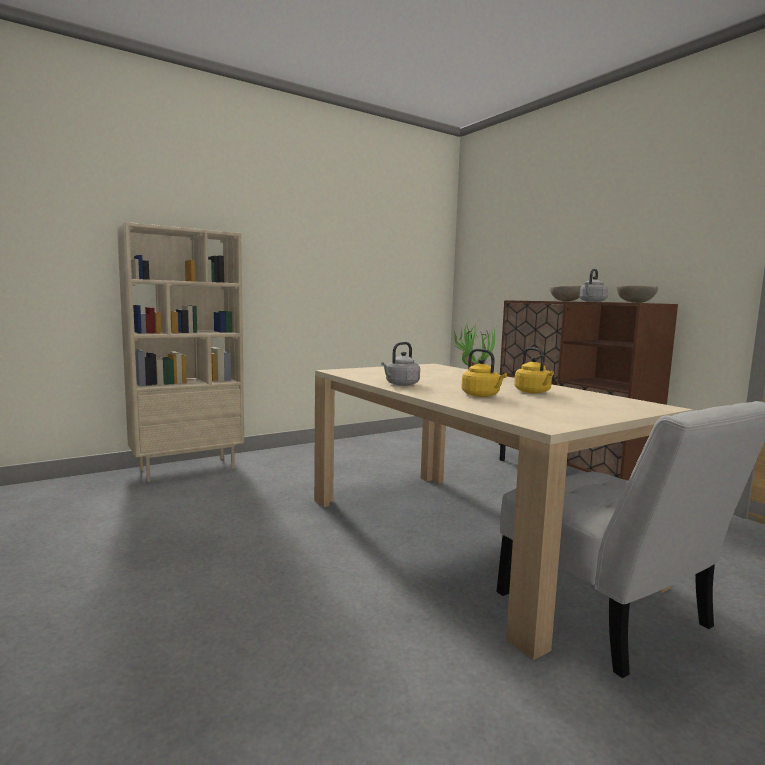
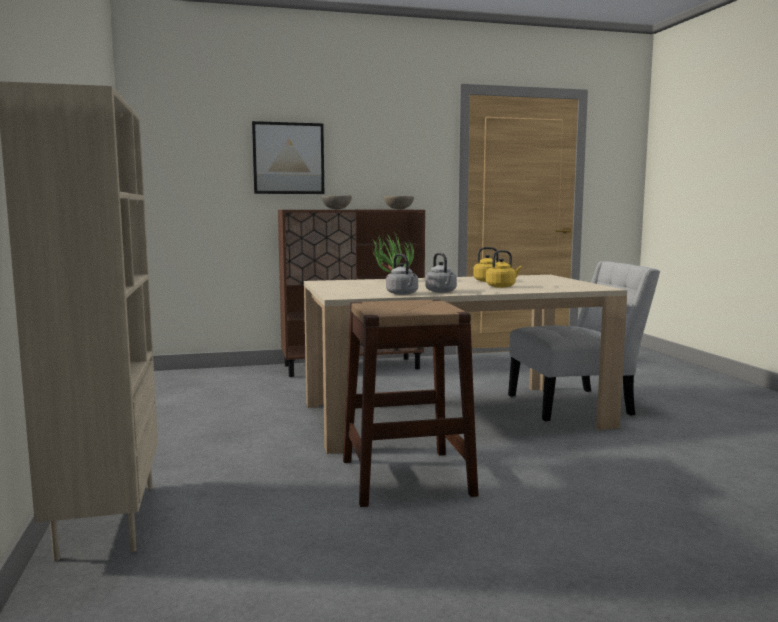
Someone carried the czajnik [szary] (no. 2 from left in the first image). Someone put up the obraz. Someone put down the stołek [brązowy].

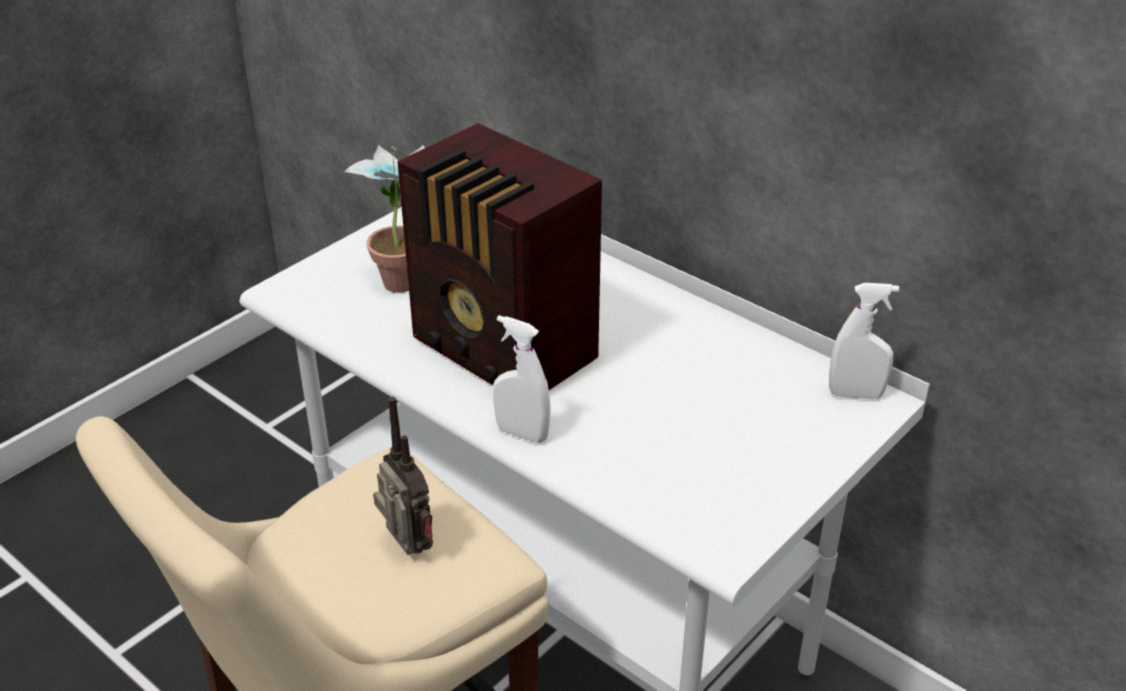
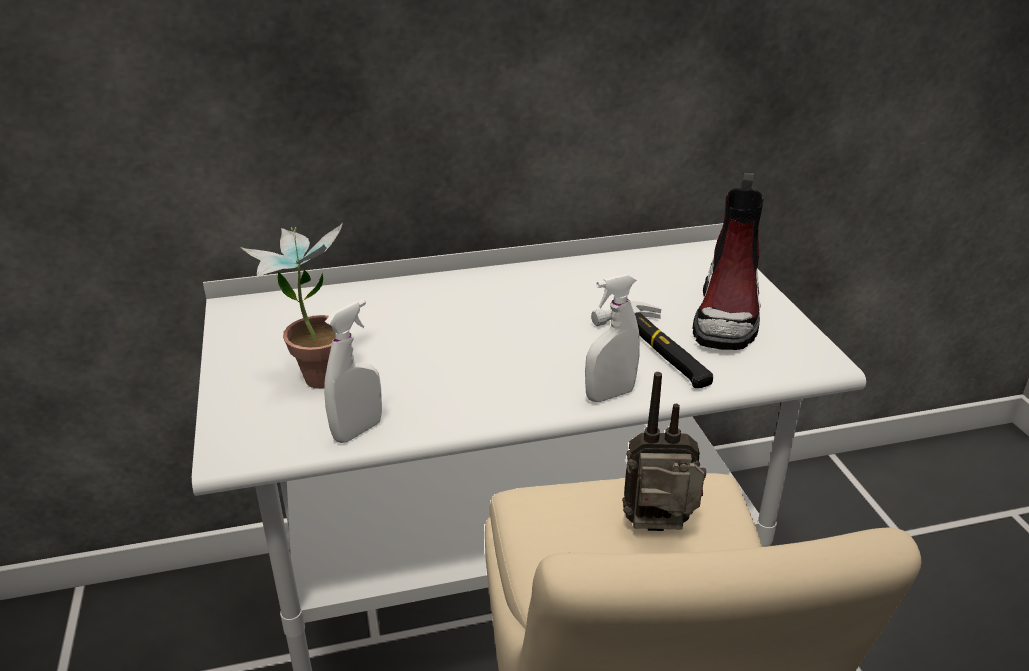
Someone took away the radio (no. 2 from left). Someone carried the spryskiwacz [biały] (no. 2 from left in the first image). Someone put down the młotek. Someone put down the but z cholewką.

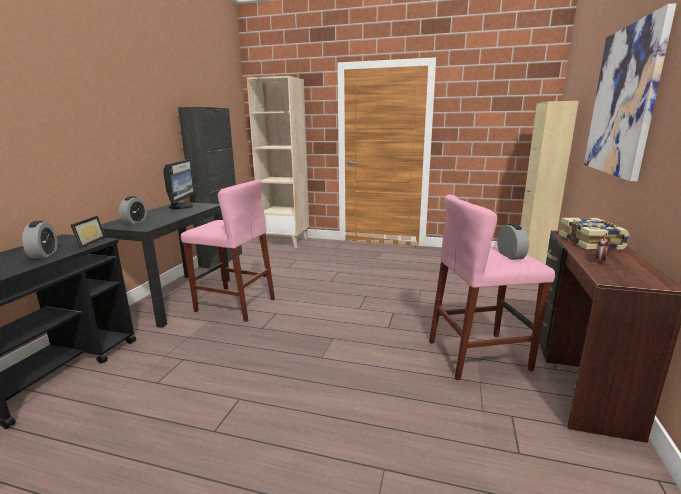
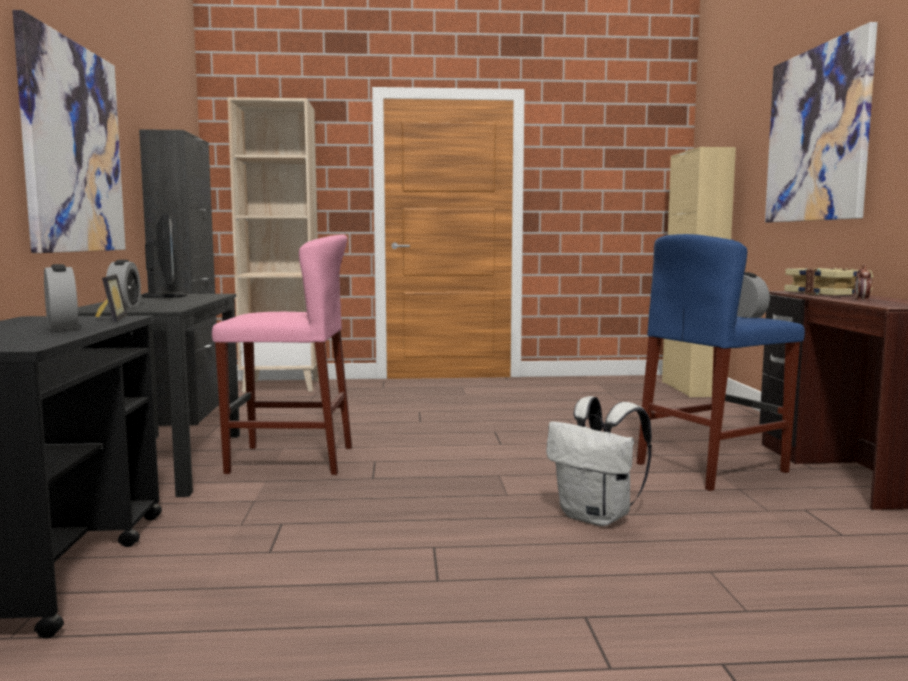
Someone repainted the stołek [różowy] (no. 2 from left), which became the stołek [niebieski]. Someone put up the obraz (no. 1 from left). Someone put down the plecak [biały].

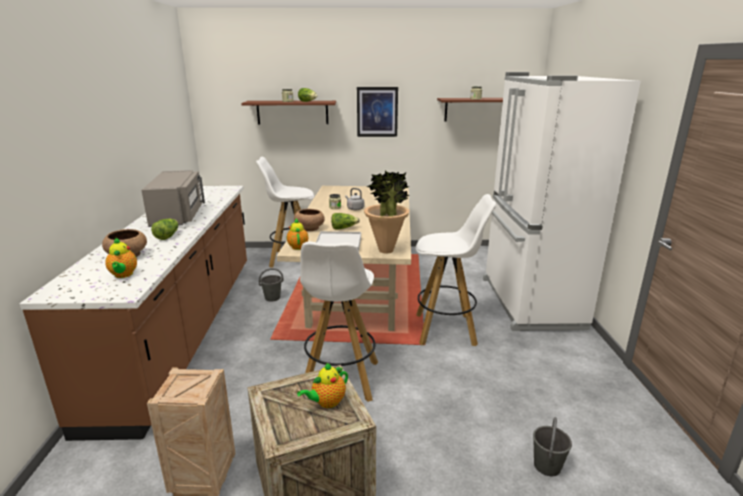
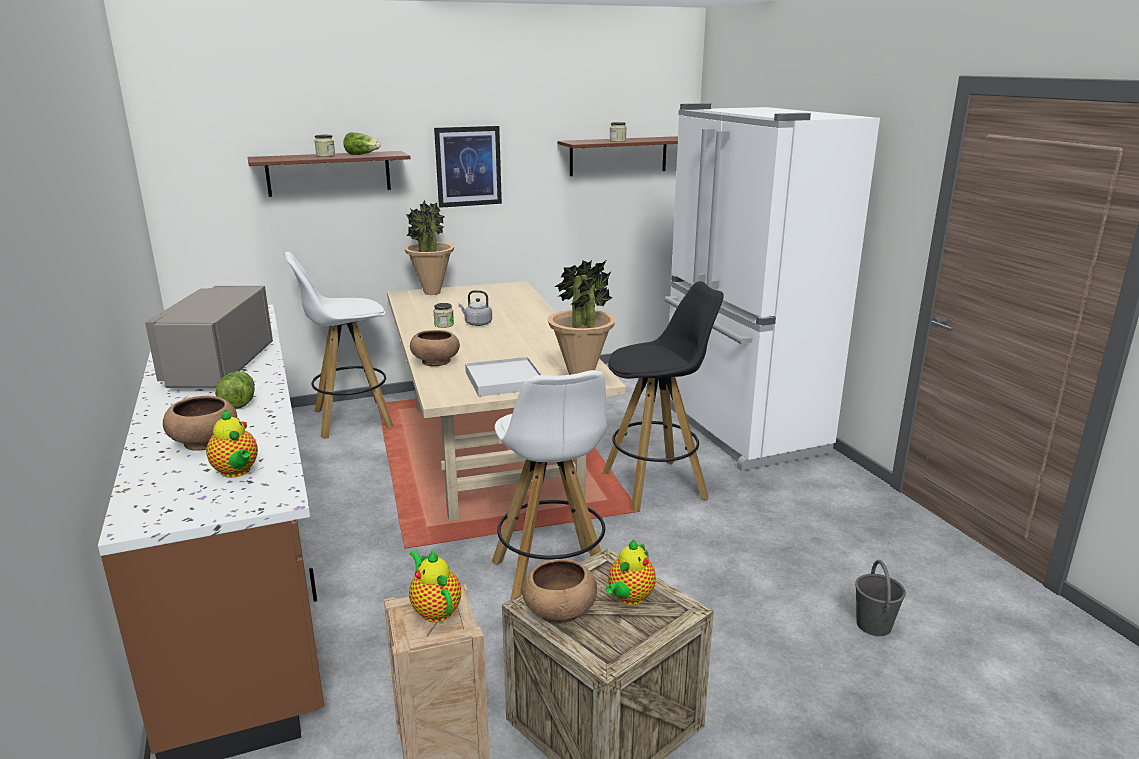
Someone rotated the mikrofalówka [szary] by 150 degrees counterclockwise. Someone took away the wiadro [szary] (no. 1 from left). Someone carried the imbryk (no. 2 from left). Someone took away the sałata (no. 3 from left). Someone repainted the stołek [biały] (no. 3 from left), which became the stołek [czarny]. Someone put down the roślina doniczkowa (no. 1 from left). Someone put down the miska [brązowy] (no. 3 from left).

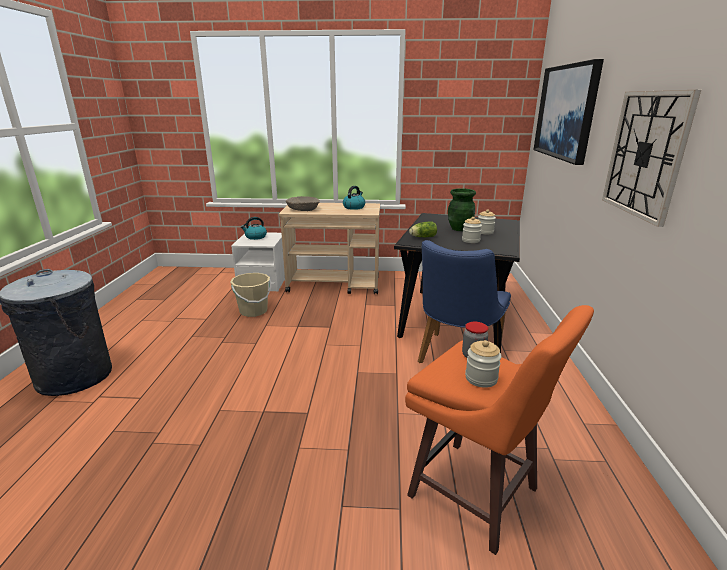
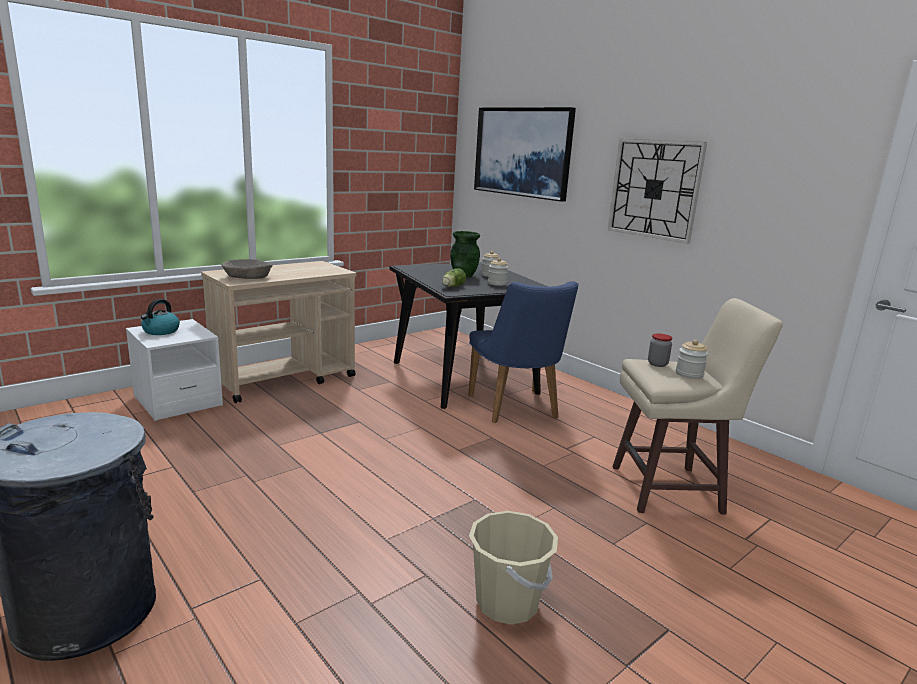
Someone carried the wiadro [beżowy]. Someone took away the czajnik (no. 2 from left). Someone repainted the stołek [pomarańczowy], which became the stołek [beżowy].

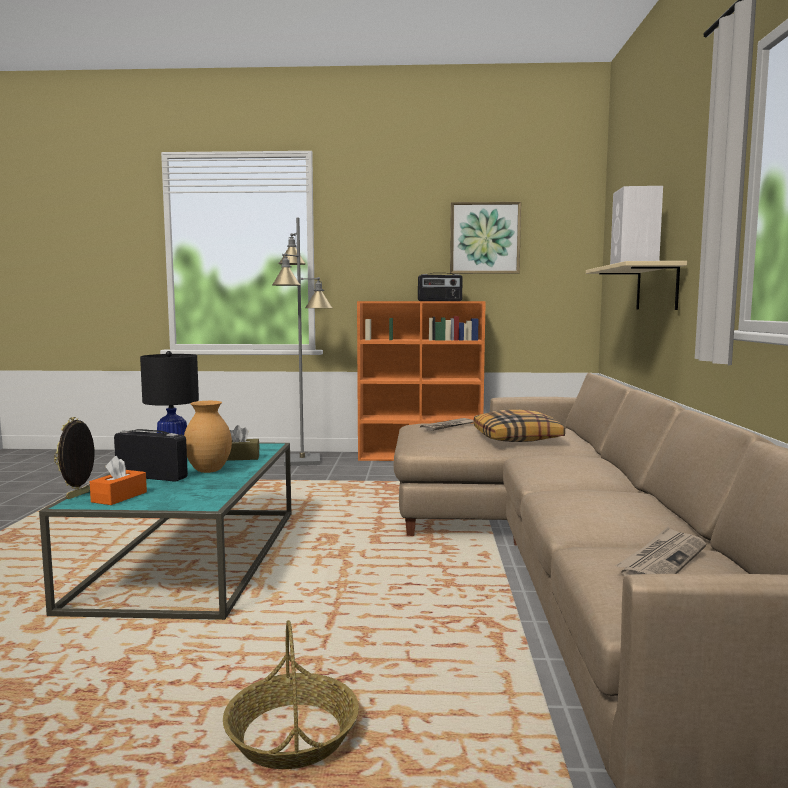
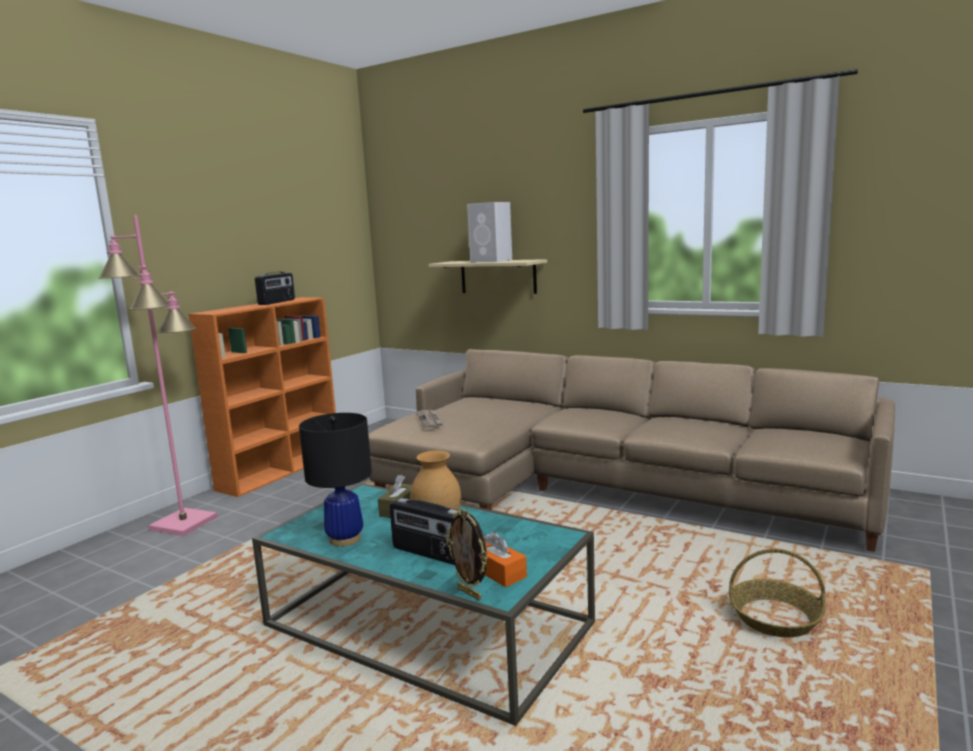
Someone rotated the radio (no. 1 from left in the first image) by 105 degrees counterclockwise. Someone repainted the lampa stojąca [szary], which became the lampa stojąca [różowy]. Someone took away the obraz. Someone took away the poduszka. Someone took away the gazeta (no. 2 from left).

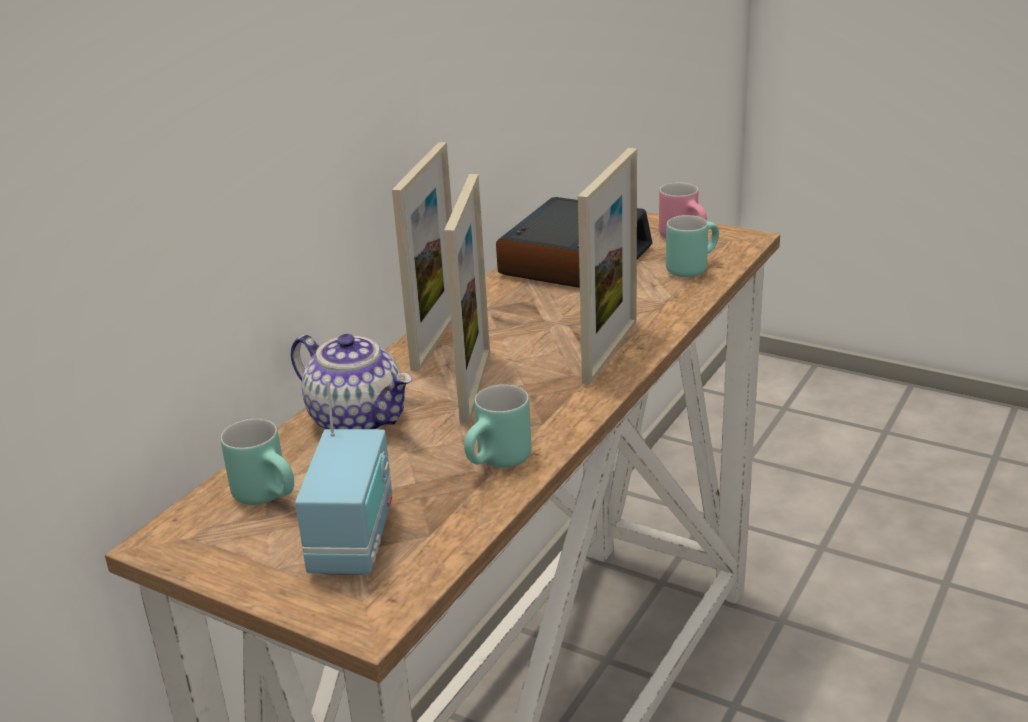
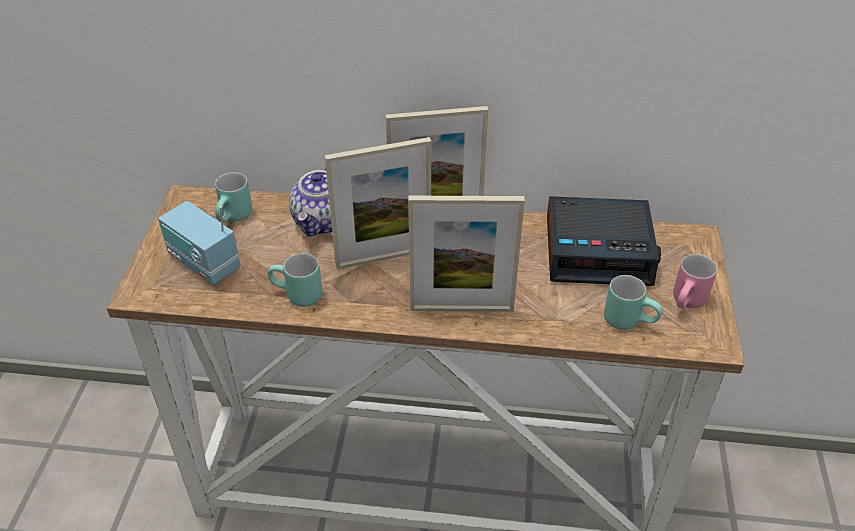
Someone rotated the radio by 60 degrees clockwise.

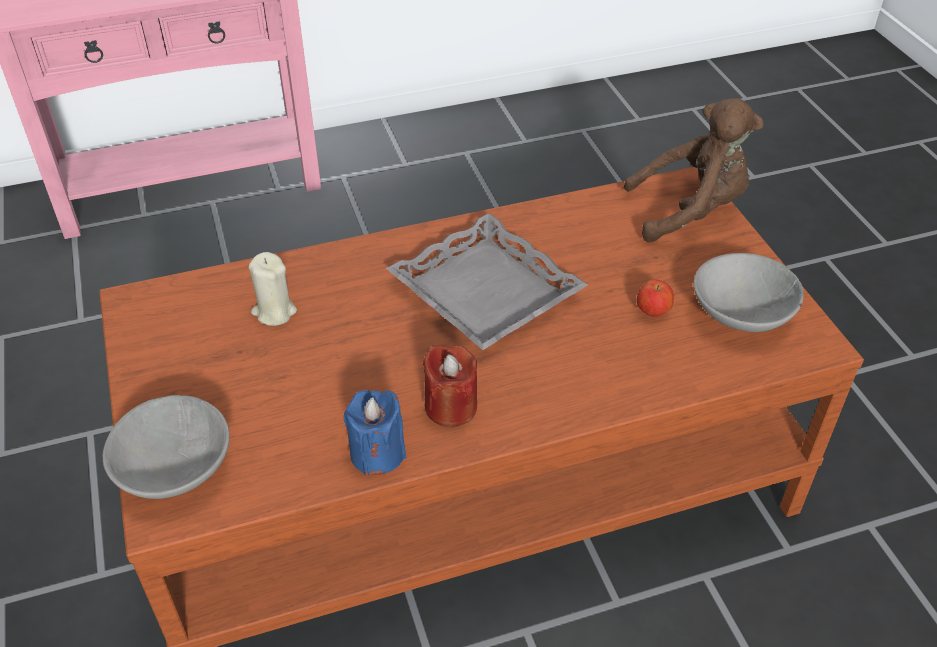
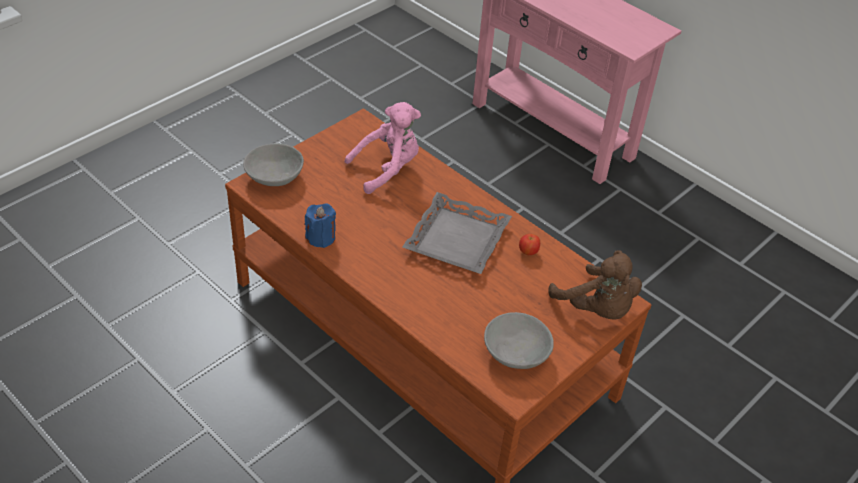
Someone swapped the świeca [beżowy] for the pluszak [różowy]. Someone took away the świeca [czerwony]. Someone carried the jabłko.

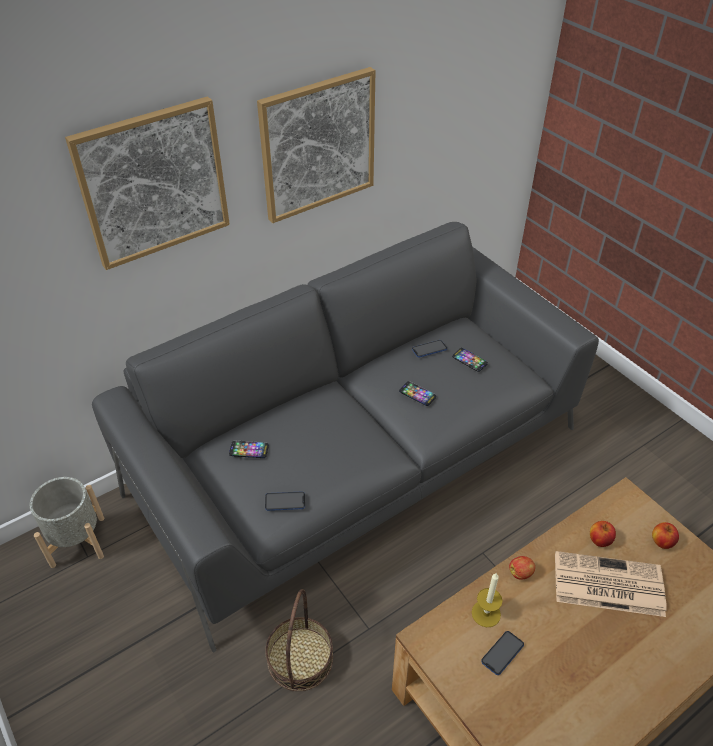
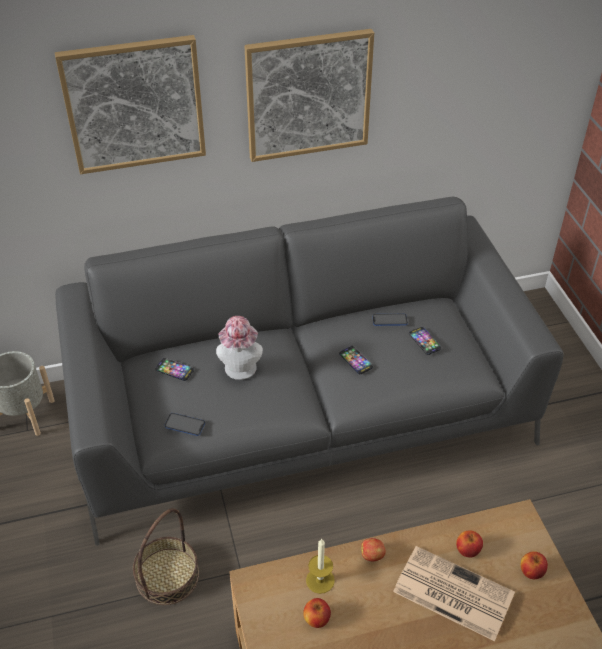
Someone swapped the telefon (no. 6 from left) for the jabłko (no. 1 from left). Someone put down the kapelusz.

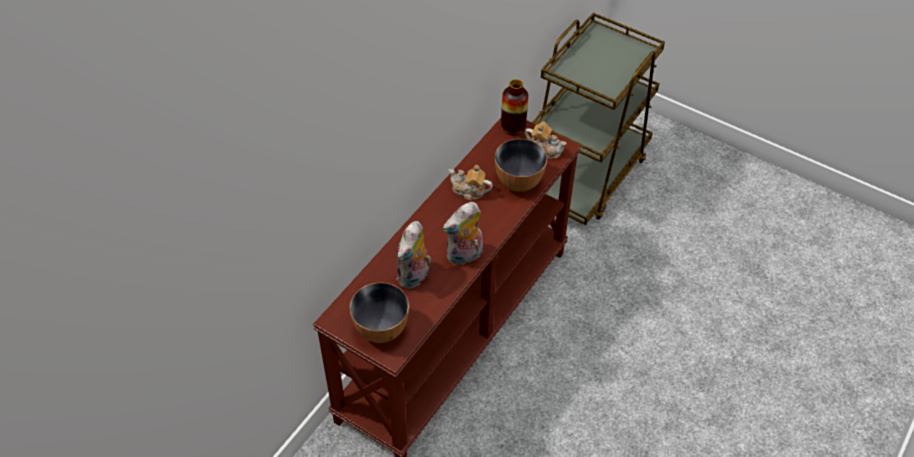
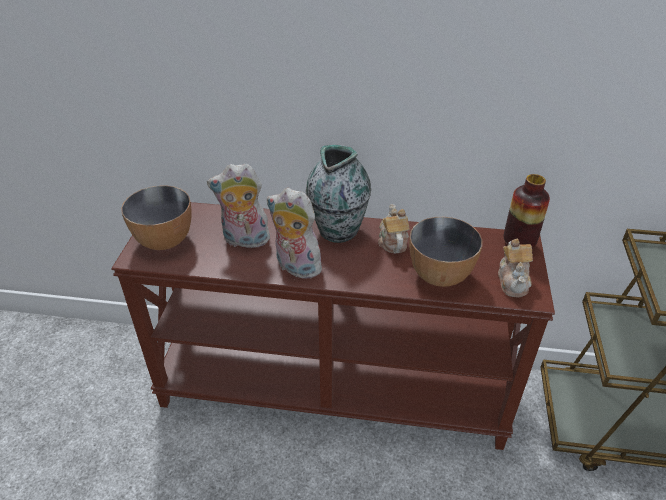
Someone put down the wazon (no. 1 from left).

